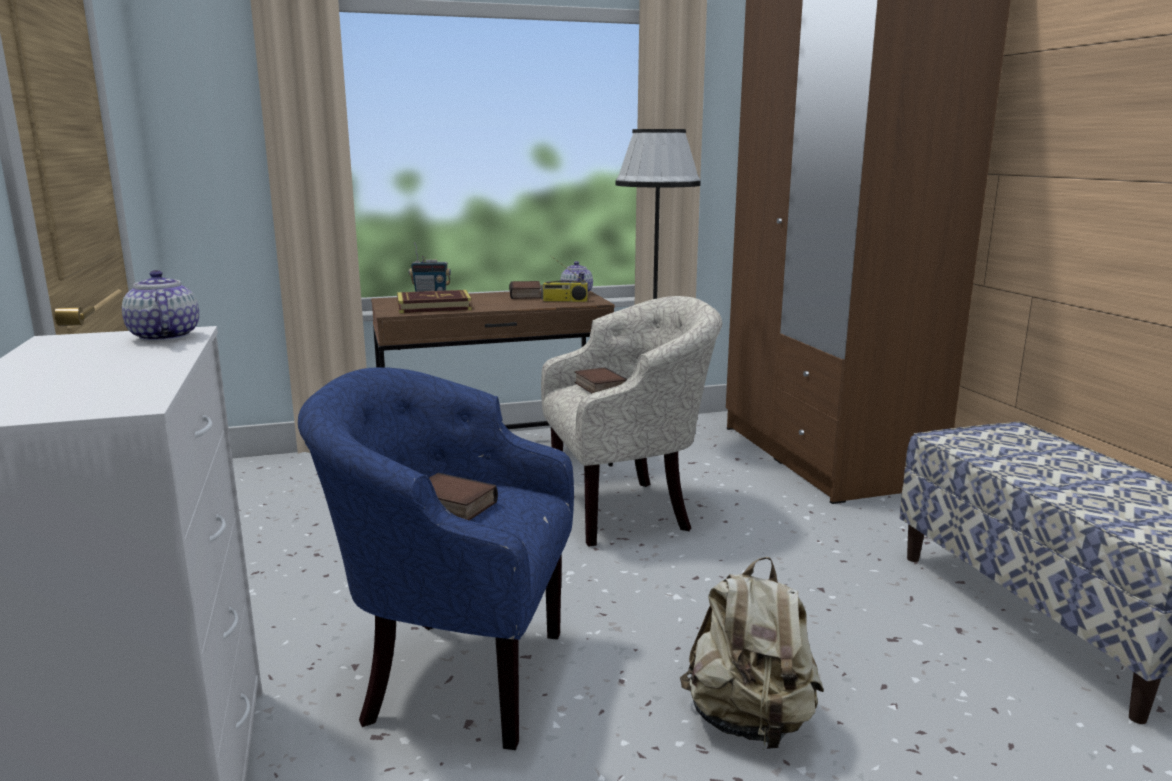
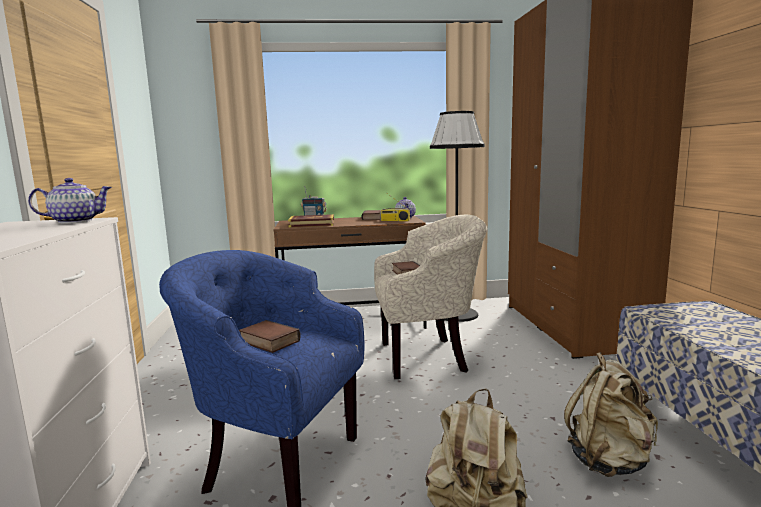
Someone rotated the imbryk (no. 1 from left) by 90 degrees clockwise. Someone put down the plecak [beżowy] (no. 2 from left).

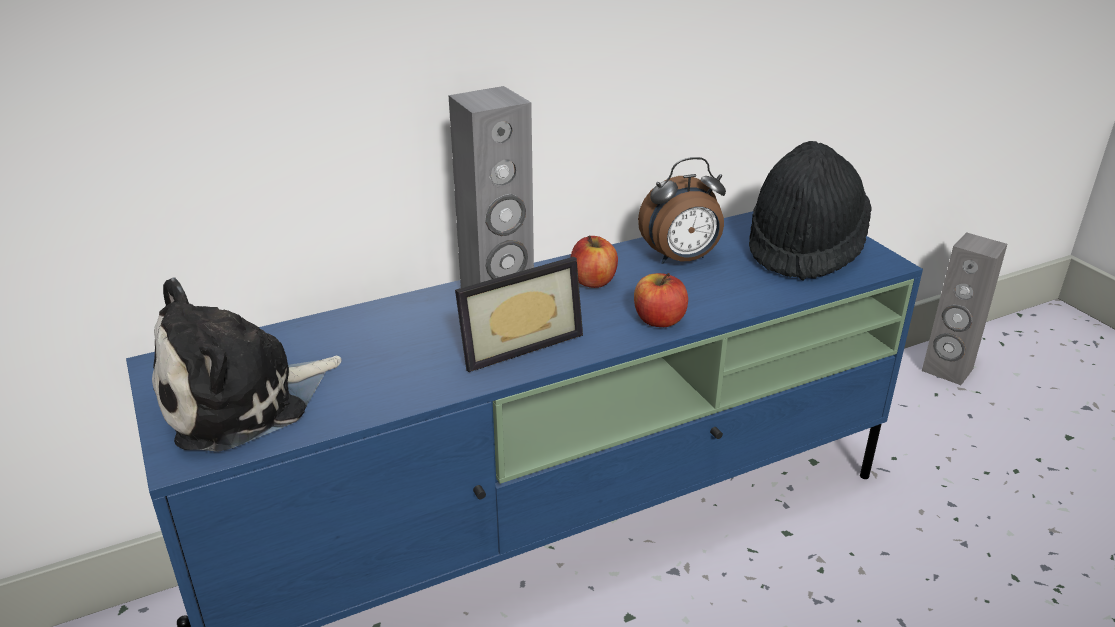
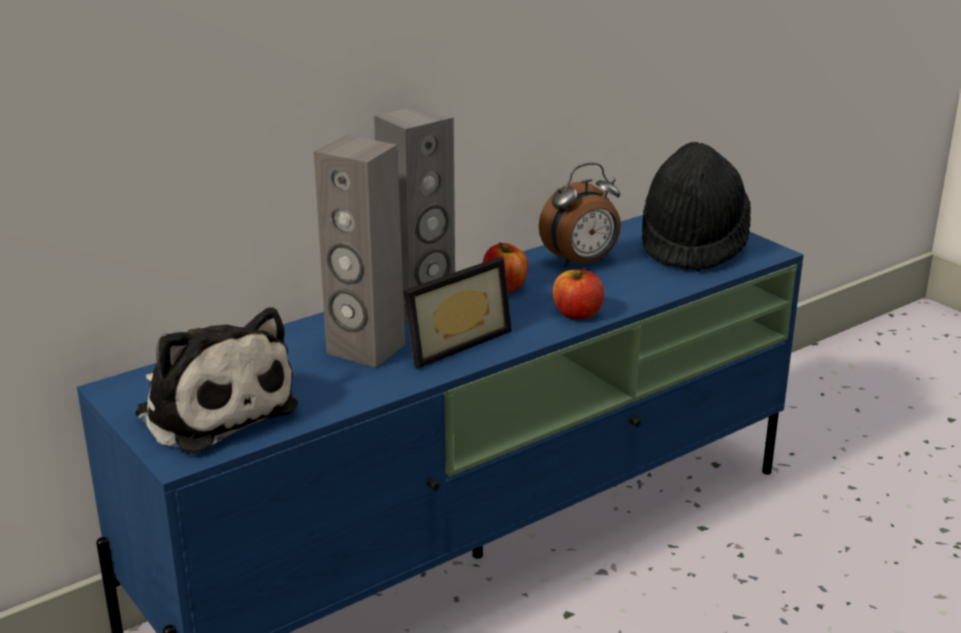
Someone rotated the pluszak by 90 degrees counterclockwise. Someone carried the głośnik [szary] (no. 2 from left in the first image).

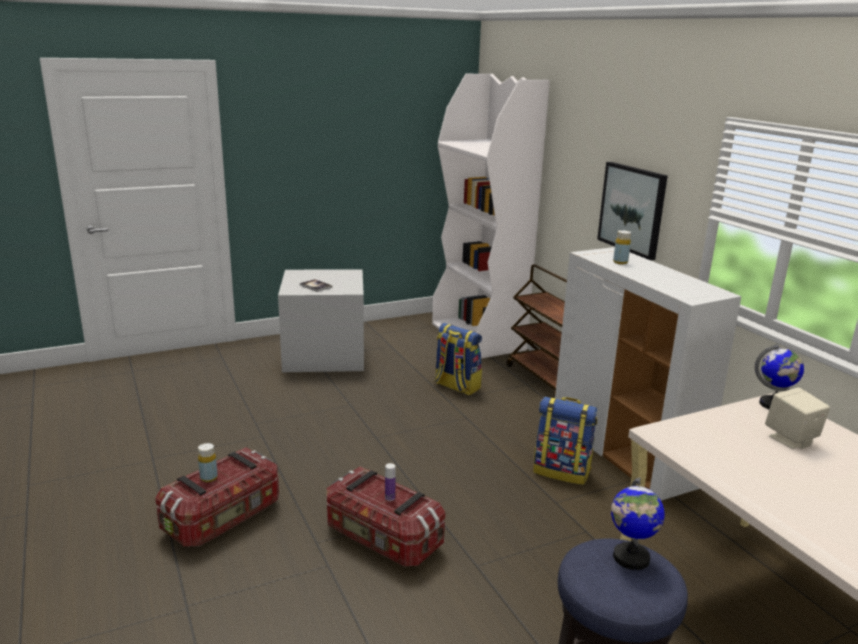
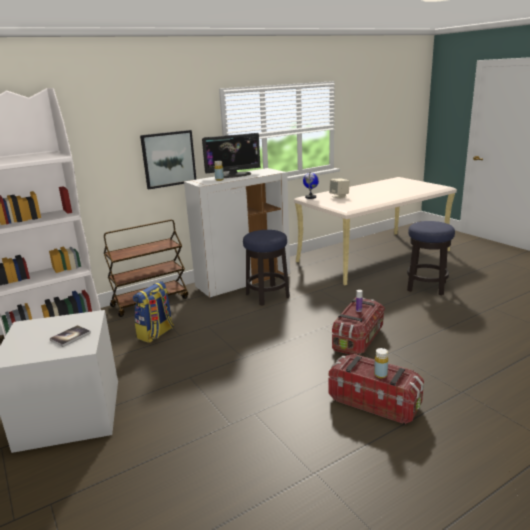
Someone swapped the plecak (no. 2 from left) for the stołek (no. 1 from left). Someone took away the globus (no. 1 from left). Someone put down the monitor.

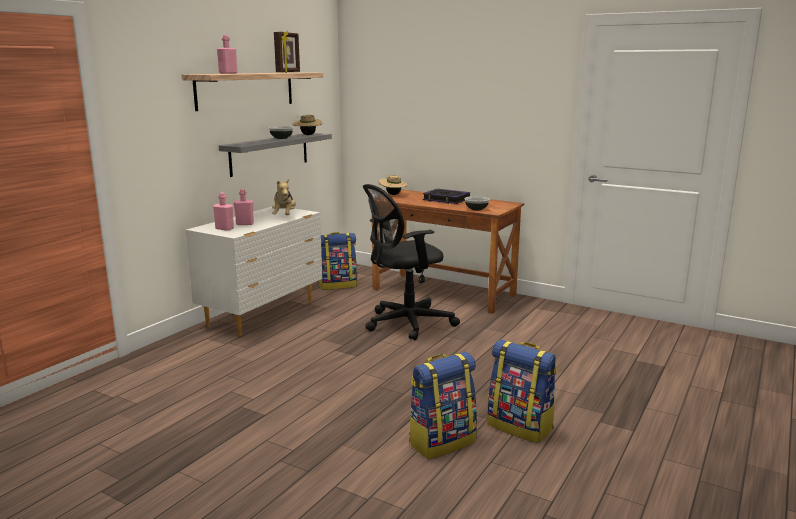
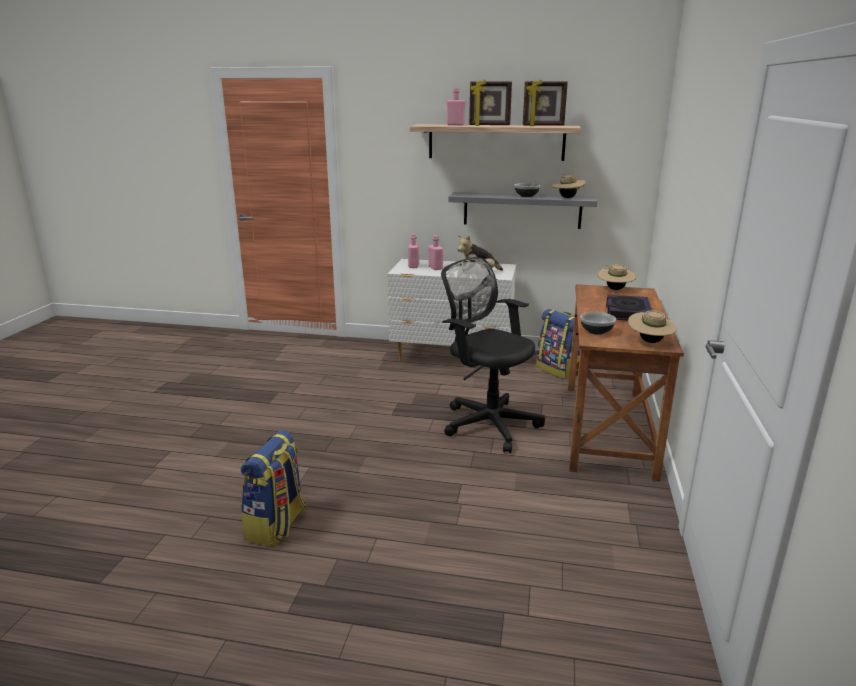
Someone took away the plecak (no. 2 from left). Someone put down the ramka na zdjęcie (no. 1 from left). Someone put down the kapelusz [beżowy] (no. 3 from left).

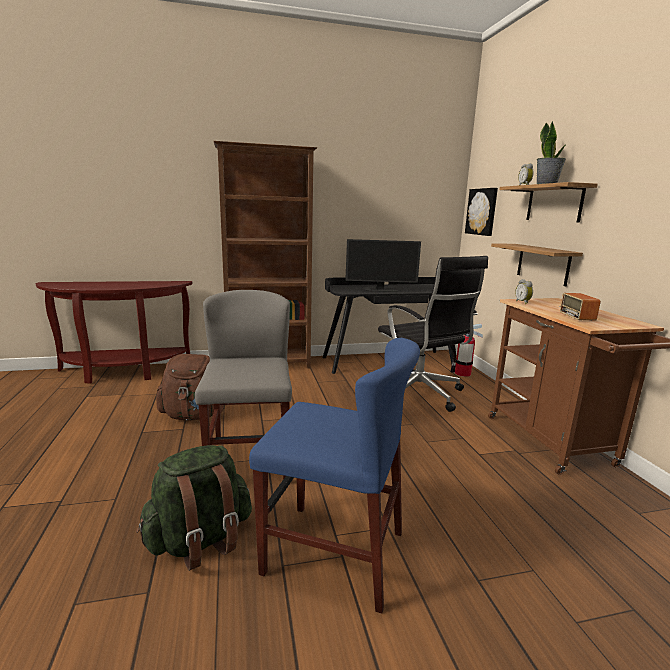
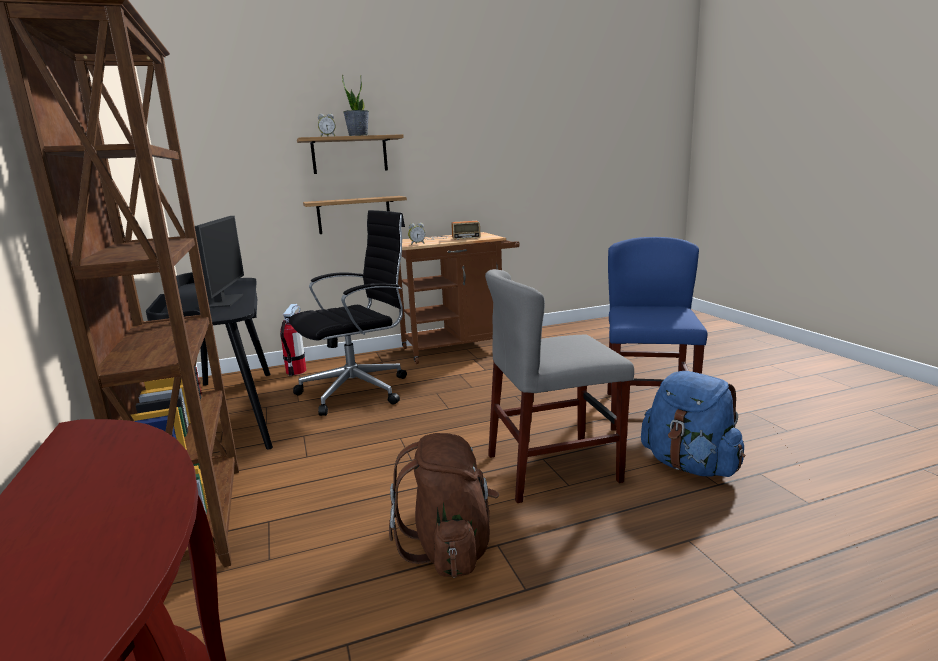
Someone repainted the plecak [zielony], which became the plecak [niebieski]. Someone took away the obraz.

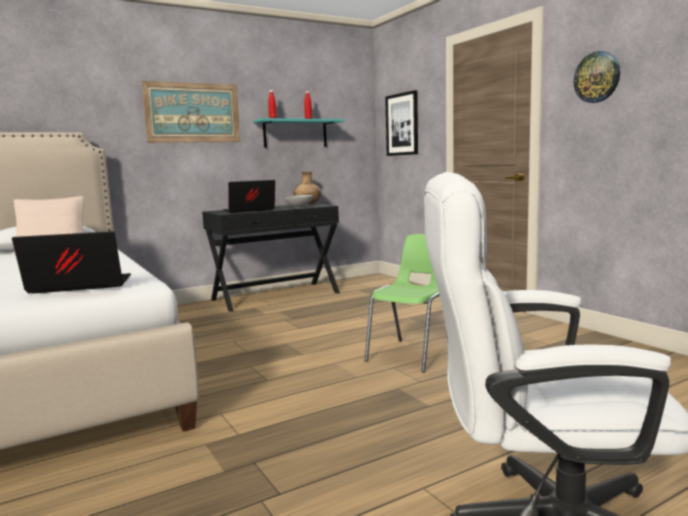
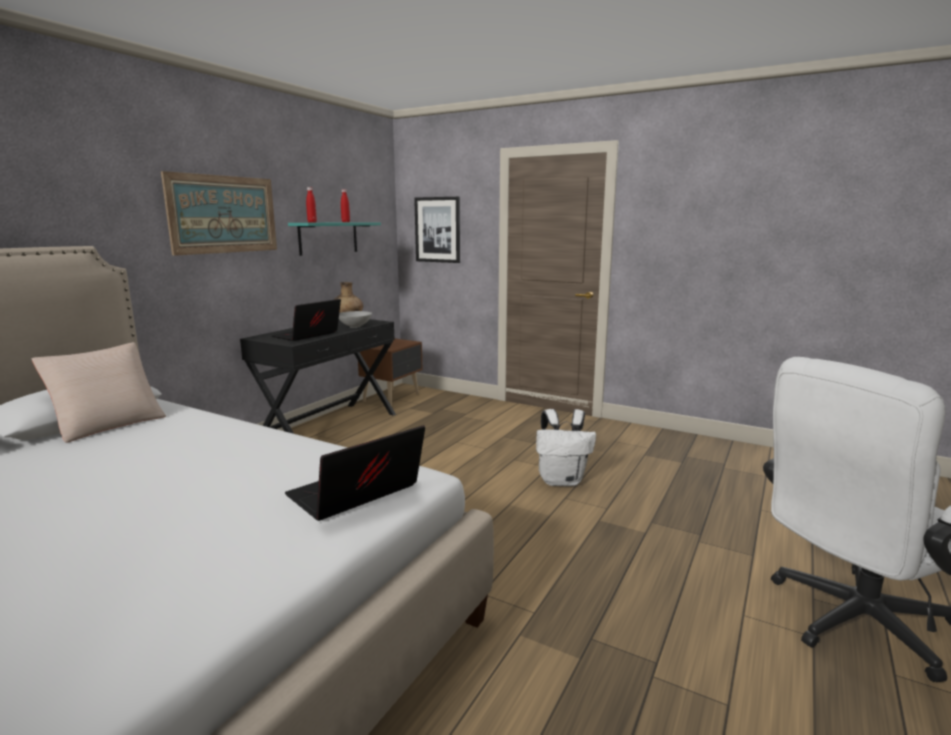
Someone swapped the krzesło [zielony] for the plecak [biały]. Someone took away the zegar ścienny. Someone put down the szafka nocna [brązowy].

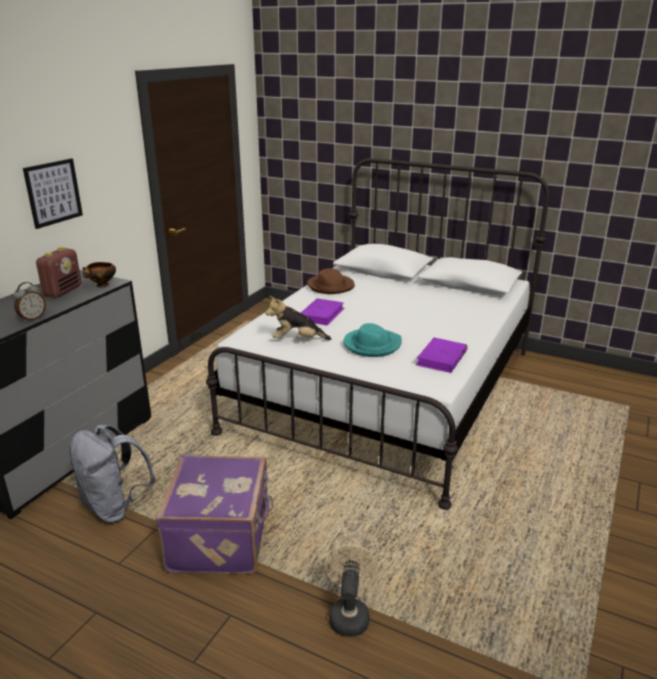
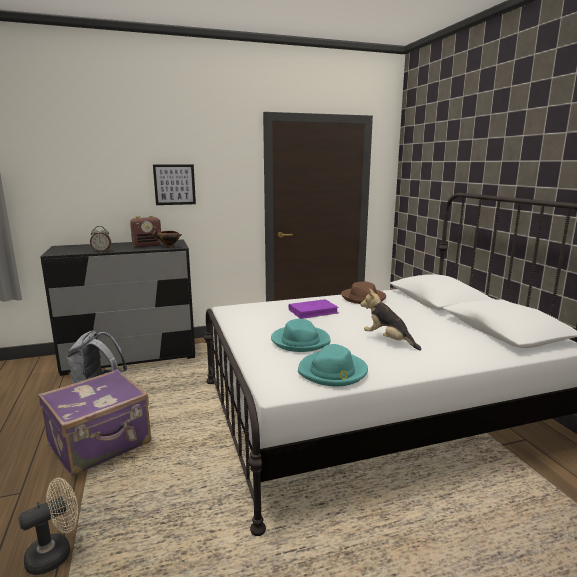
Someone carried the pluszak. Someone swapped the książka [fioletowy] (no. 2 from left) for the kapelusz [turkusowy] (no. 2 from left).

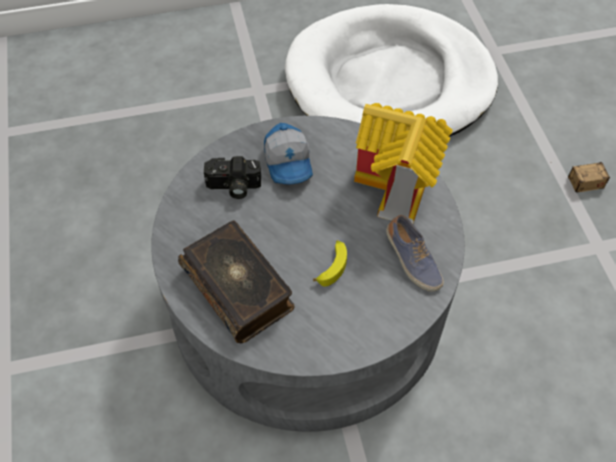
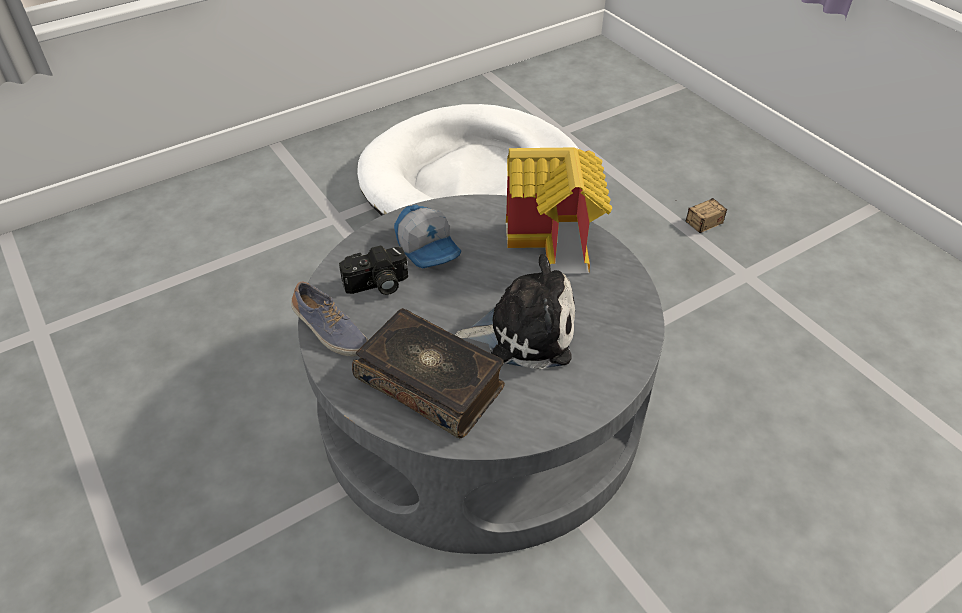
Someone swapped the banan for the pluszak. Someone carried the but.

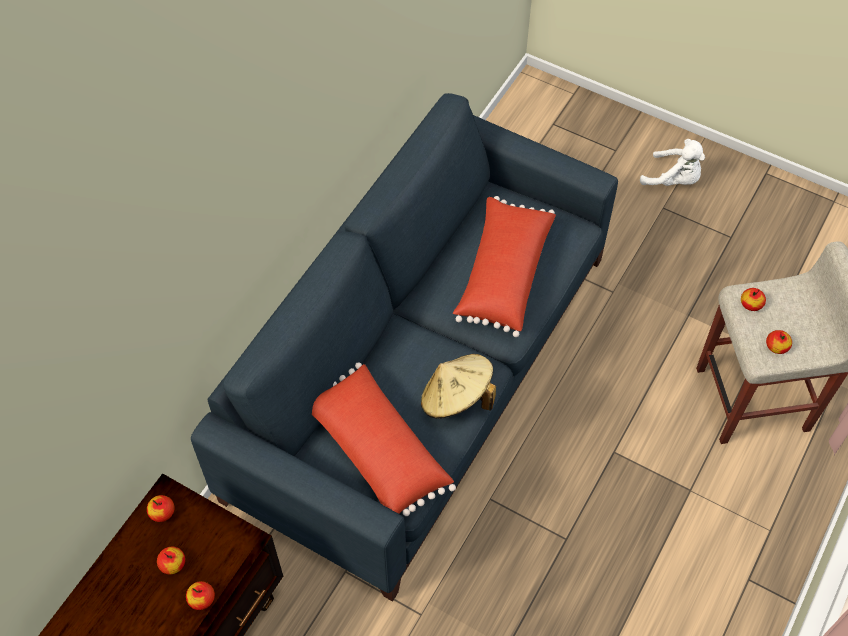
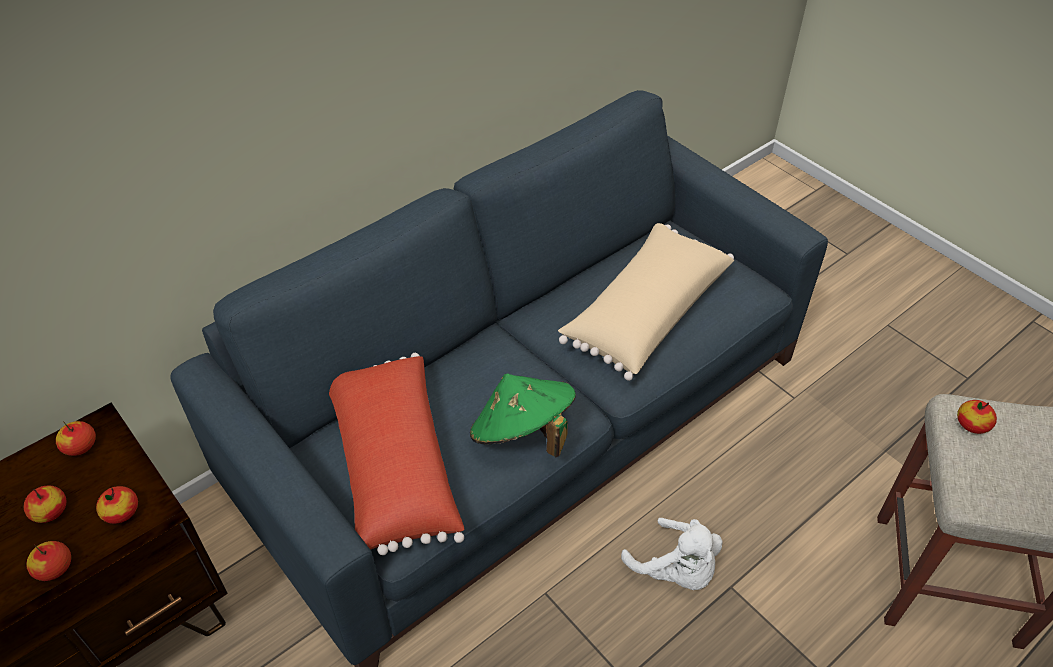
Someone repainted the kapelusz [beżowy], which became the kapelusz [zielony]. Someone repainted the poduszka [czerwony] (no. 2 from left), which became the poduszka [beżowy]. Someone carried the pluszak [biały]. Someone carried the jabłko (no. 5 from left in the first image).

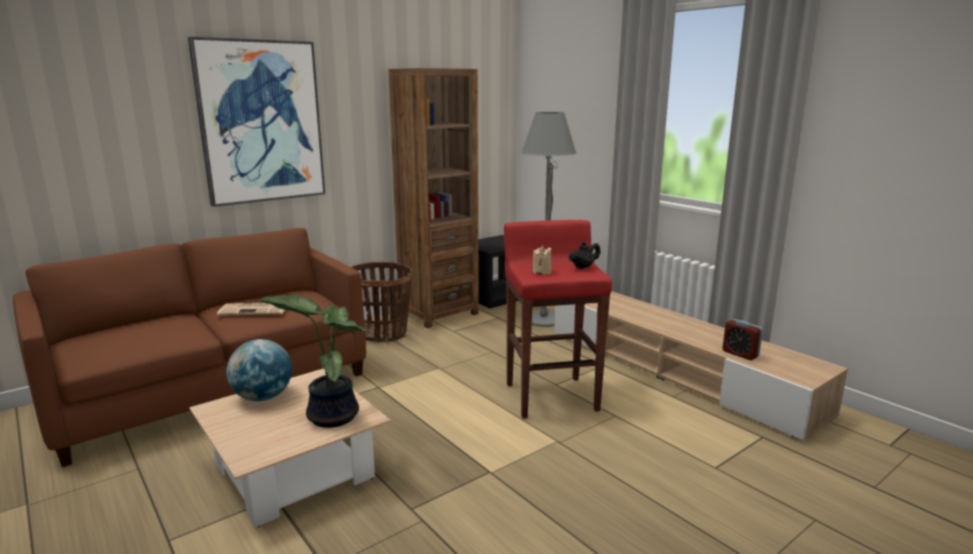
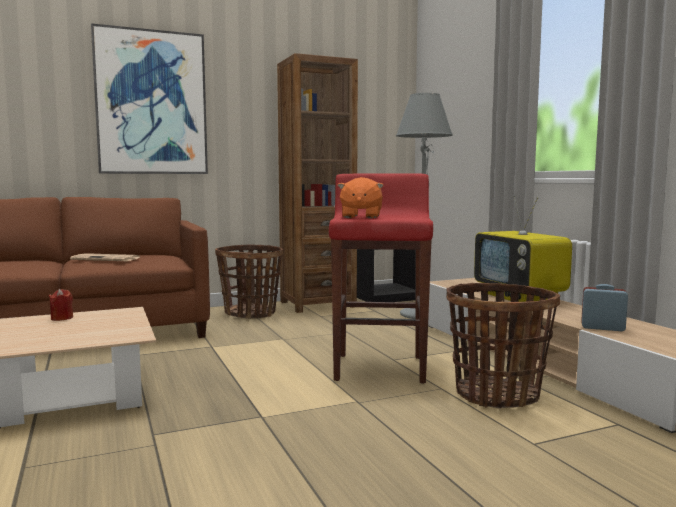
Someone swapped the globus for the świeca [czerwony]. Someone took away the roślina doniczkowa. Someone swapped the świeca [beżowy] for the pluszak [pomarańczowy]. Someone took away the imbryk [czarny]. Someone rotated the budzik by 135 degrees clockwise. Someone put down the koszyk (no. 2 from left). Someone put down the telewizor.

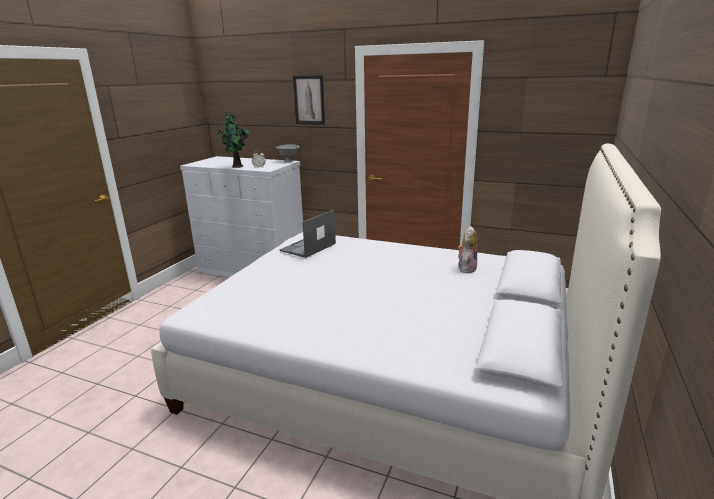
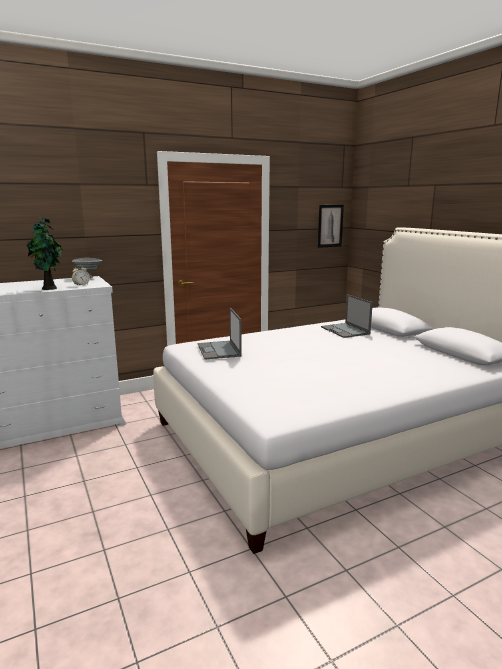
Someone carried the obraz. Someone swapped the pluszak for the laptop (no. 2 from left).

